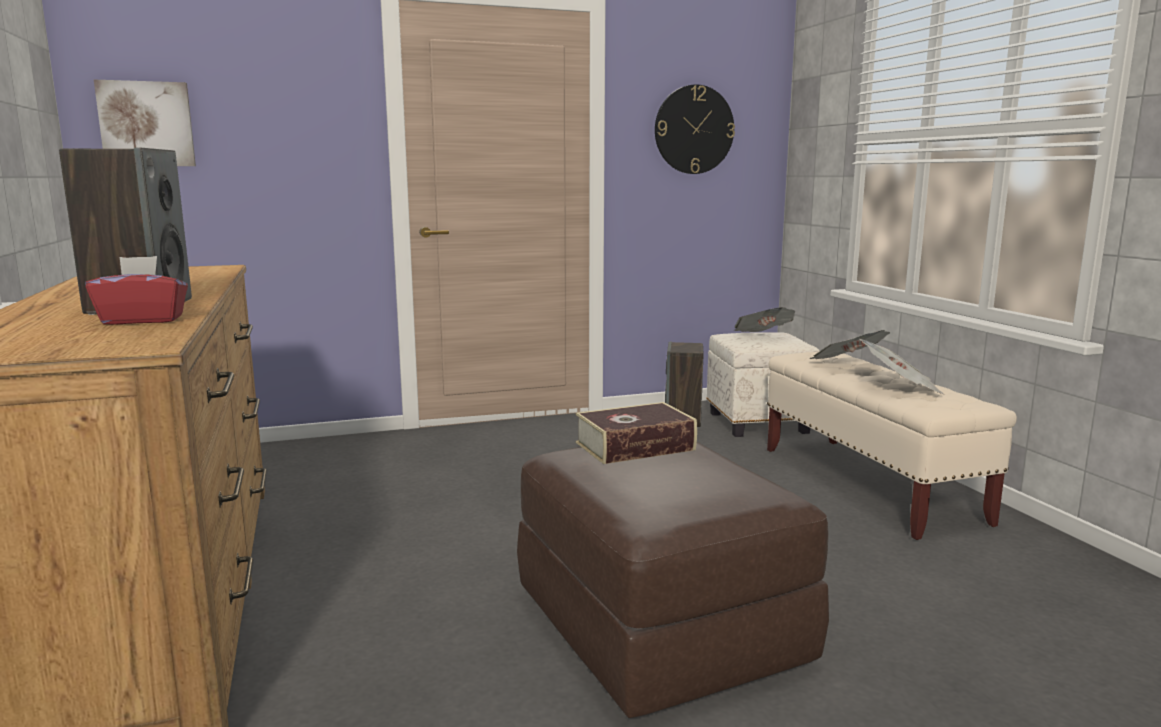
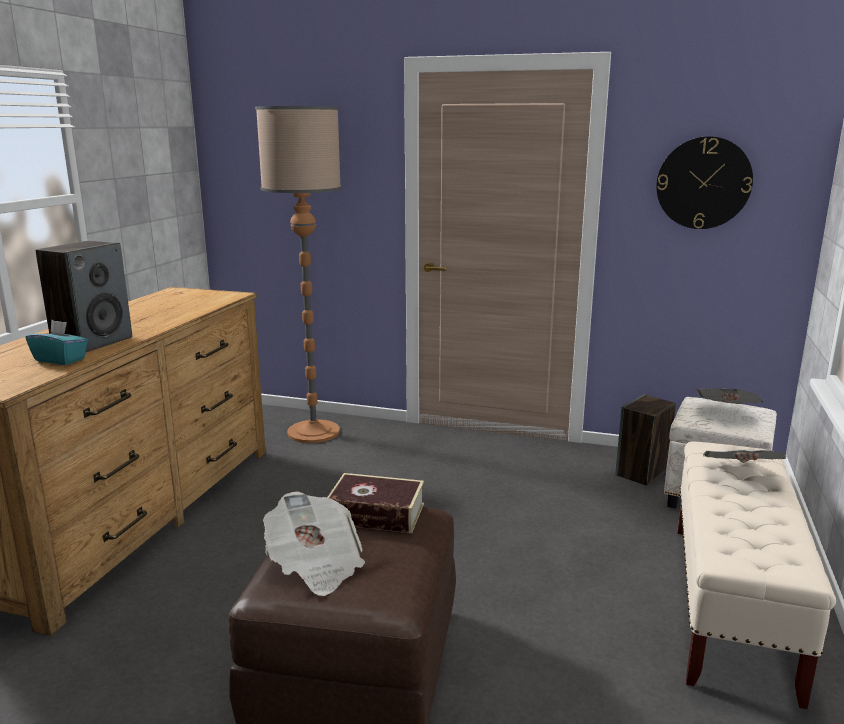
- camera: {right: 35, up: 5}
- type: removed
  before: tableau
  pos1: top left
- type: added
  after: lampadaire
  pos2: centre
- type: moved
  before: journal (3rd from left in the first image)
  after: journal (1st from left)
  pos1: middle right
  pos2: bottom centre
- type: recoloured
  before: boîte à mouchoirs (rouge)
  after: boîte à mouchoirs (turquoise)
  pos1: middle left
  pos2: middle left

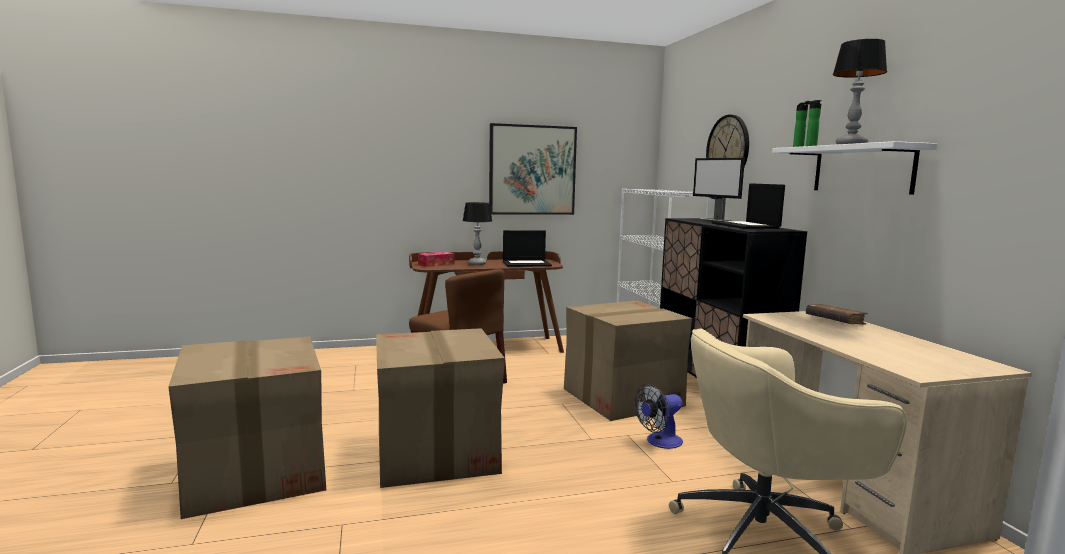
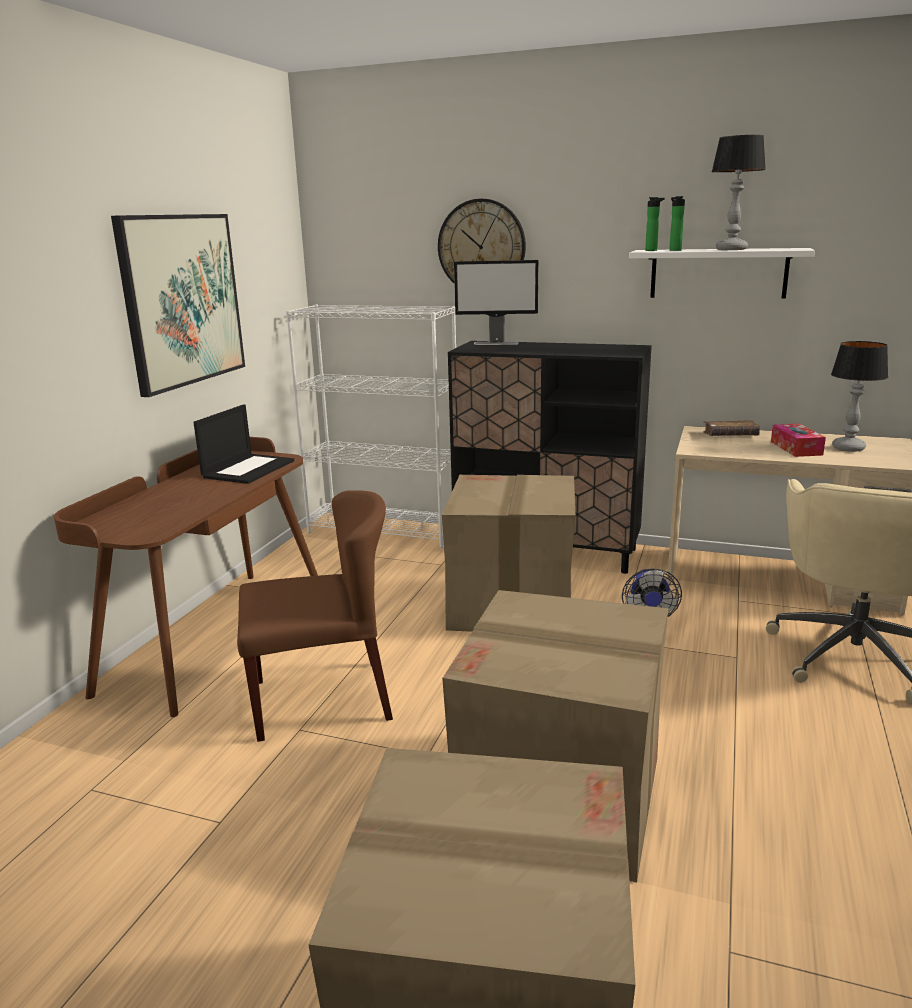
- camera: {right: -55, up: 10}
- type: removed
  before: ordinateur portable (2nd from left)
  pos1: middle right
- type: moved
  before: boîte à mouchoirs
  pos1: centre
  pos2: middle right
- type: moved
  before: lampe de table (1st from left in the first image)
  after: lampe de table (2nd from left)
  pos1: centre
  pos2: middle right

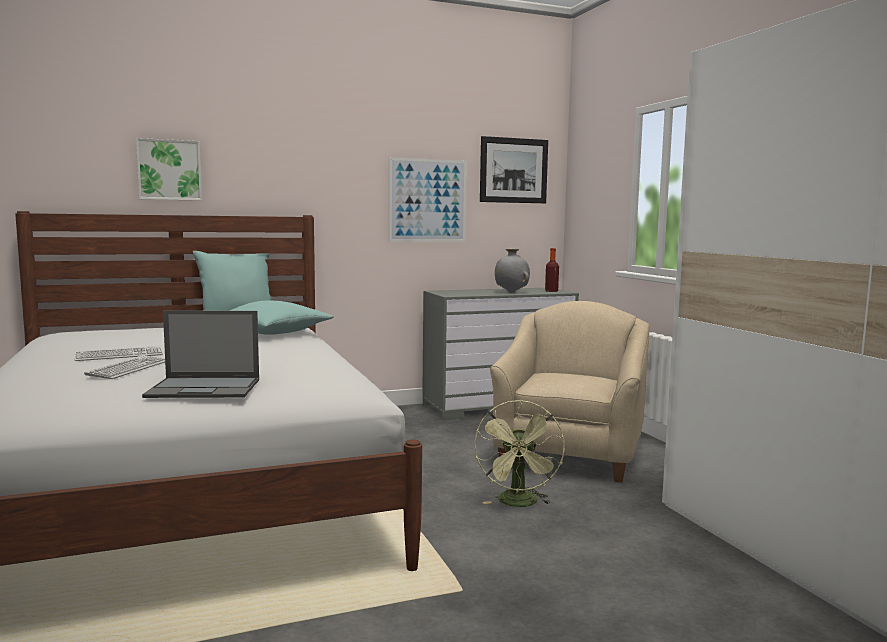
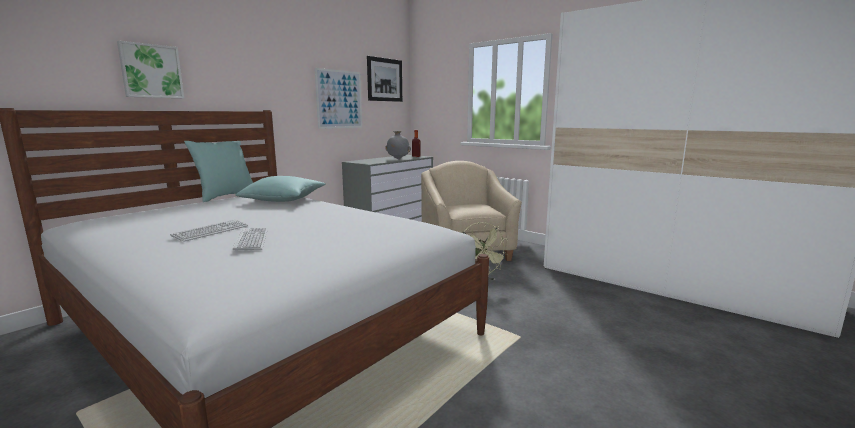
- camera: {right: -30, up: 5}
- type: removed
  before: ordinateur portable
  pos1: middle left

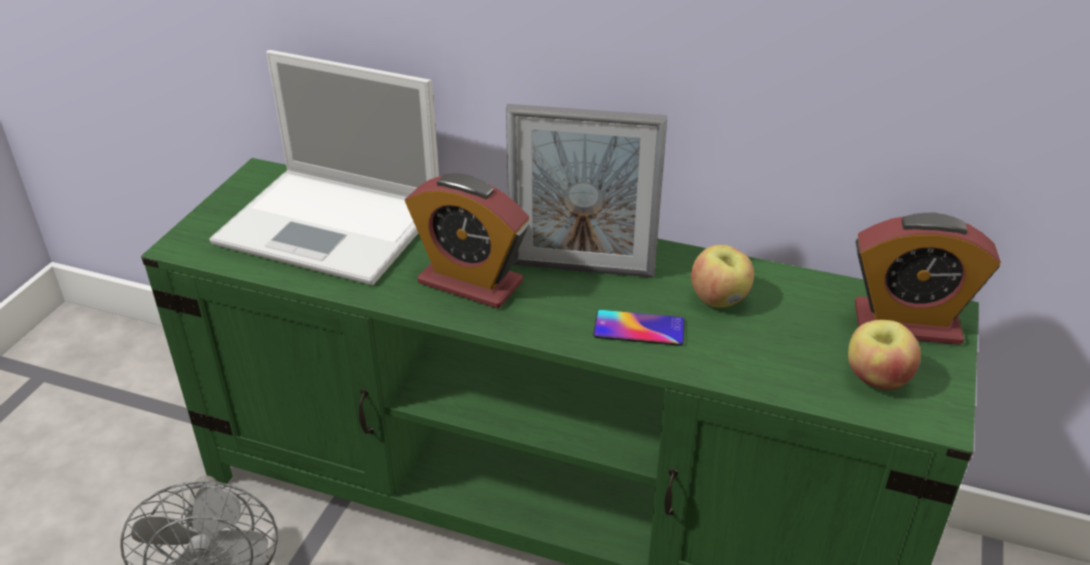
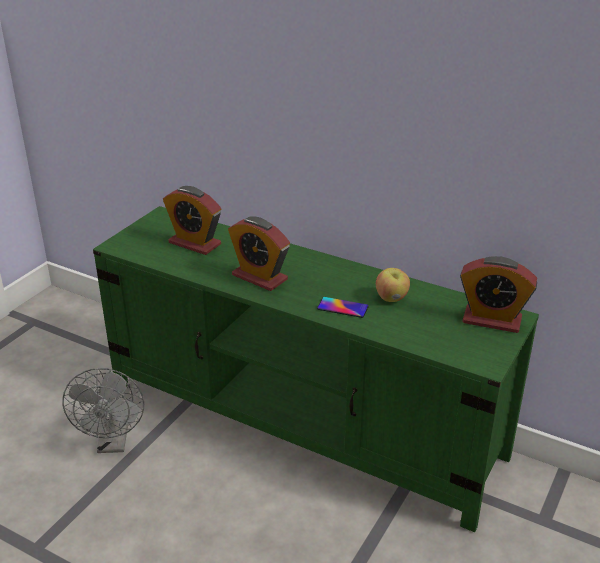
- camera: {right: 10, up: -5}
- type: removed
  before: cadre photo
  pos1: centre
- type: removed
  before: pomme (2nd from left)
  pos1: middle right
- type: replaced
  before: ordinateur portable
  after: réveil (1st from left)
  pos1: top left
  pos2: middle left

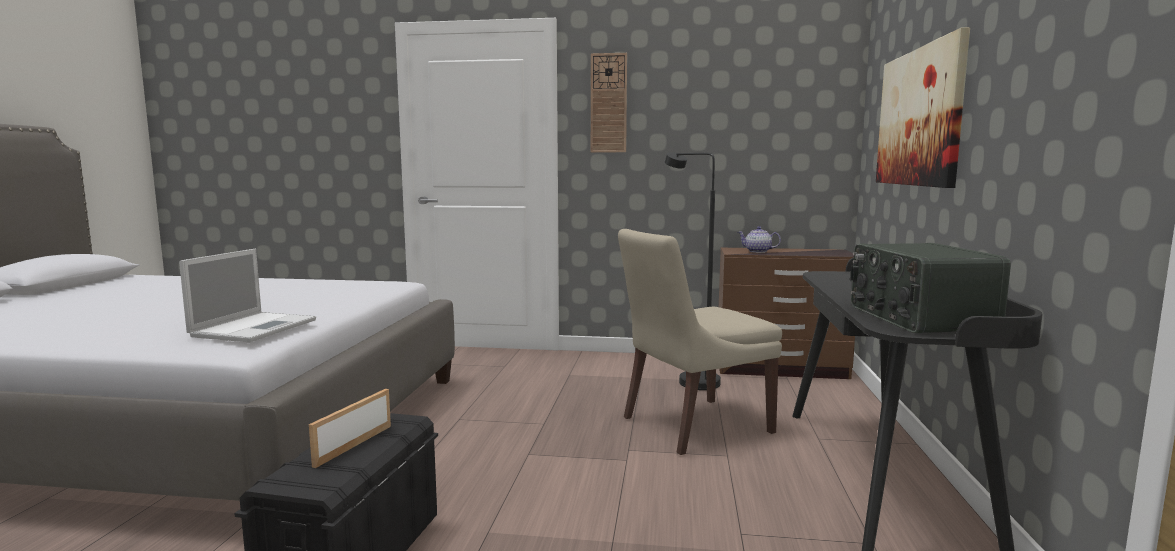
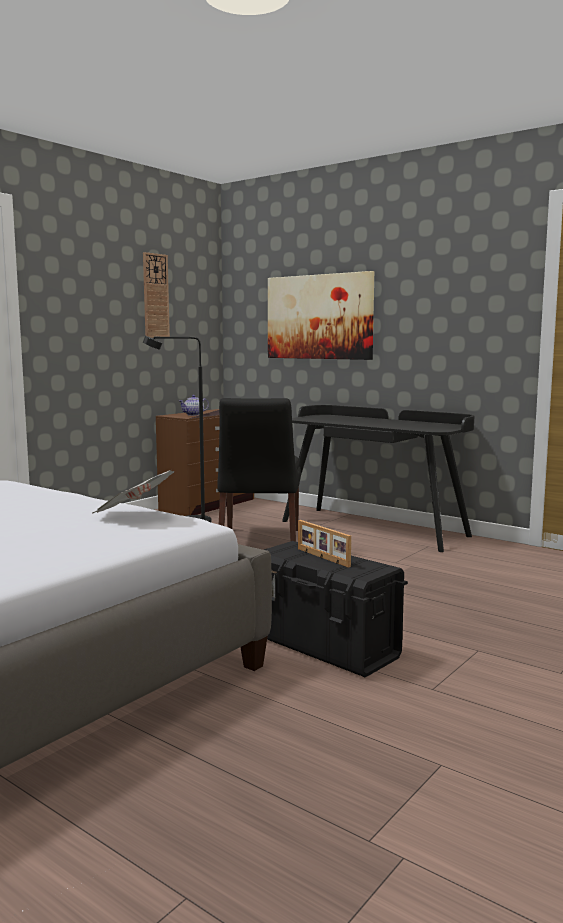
- camera: {right: -60, up: 0}
- type: removed
  before: radio
  pos1: middle right
- type: moved
  before: horloge murale
  pos1: top centre
  pos2: top left
- type: replaced
  before: ordinateur portable
  after: journal
  pos1: middle left
  pos2: middle left
- type: recoloured
  before: chaise (beige)
  after: chaise (noir)
  pos1: centre
  pos2: centre

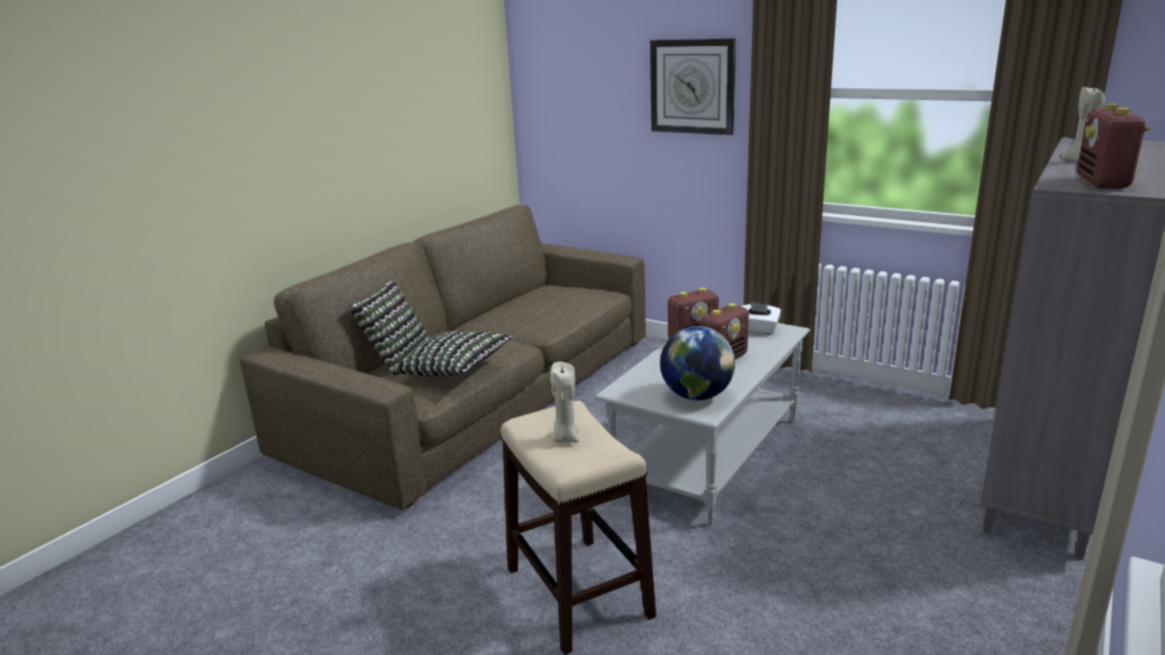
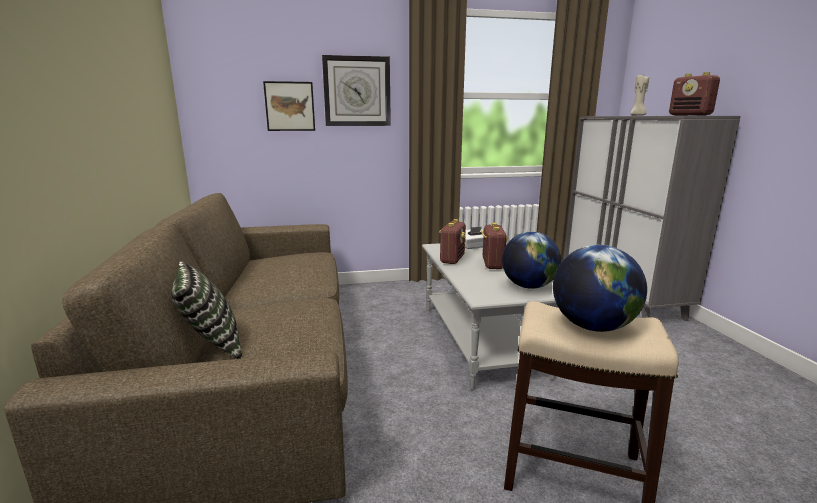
- camera: {right: -45, up: -5}
- type: removed
  before: coussin (2nd from left)
  pos1: centre
- type: added
  after: tableau
  pos2: top centre
- type: replaced
  before: bougie (beige) (1st from left)
  after: globe (2nd from left)
  pos1: centre
  pos2: middle right

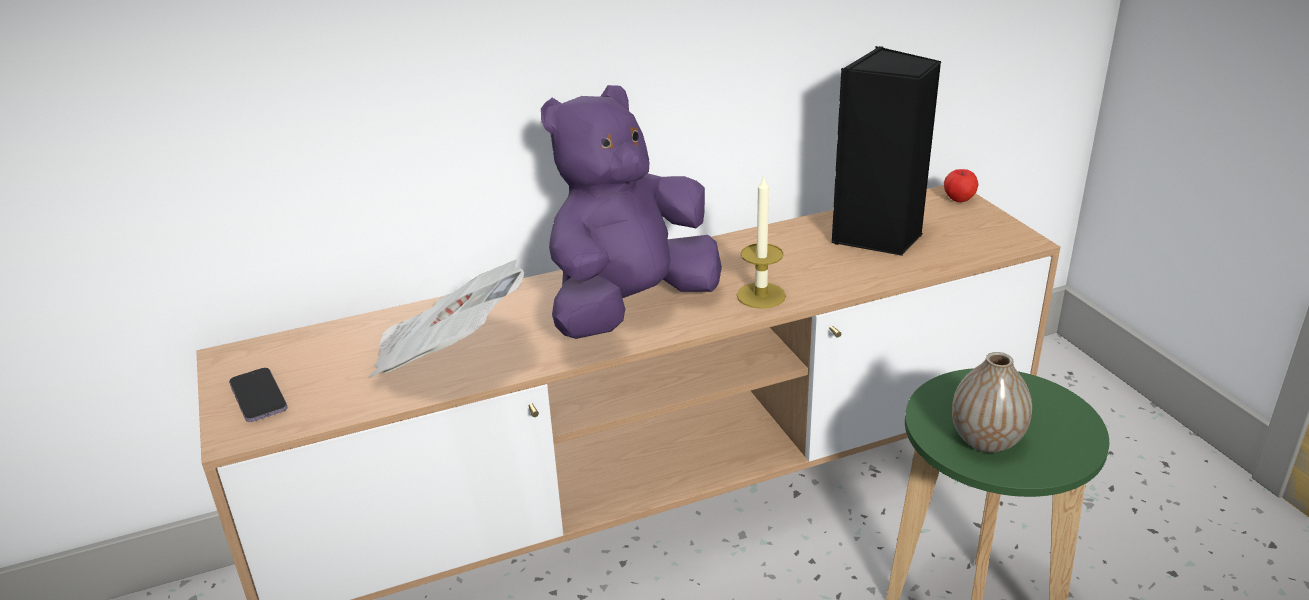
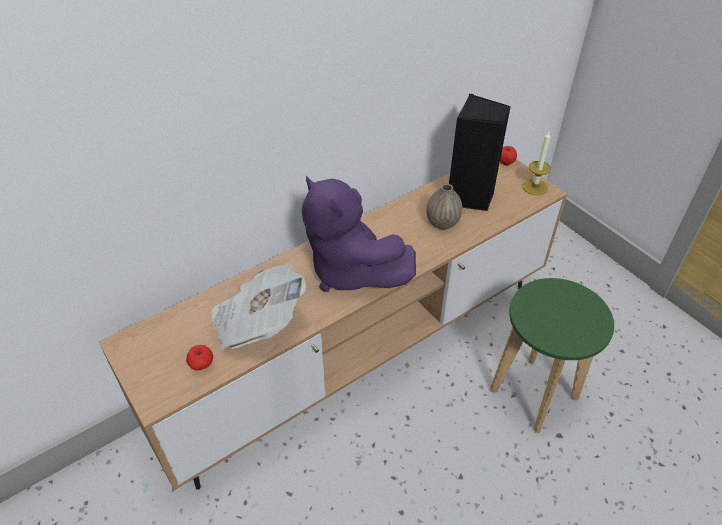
- camera: {right: -15, up: 15}
- type: removed
  before: téléphone
  pos1: middle left
- type: added
  after: pomme (1st from left)
  pos2: bottom left
- type: moved
  before: bougie
  pos1: centre
  pos2: top right
- type: moved
  before: vase
  pos1: bottom right
  pos2: centre
- type: turned
  before: peluche (violet)
  pos1: centre
  pos2: centre
  turn: -75

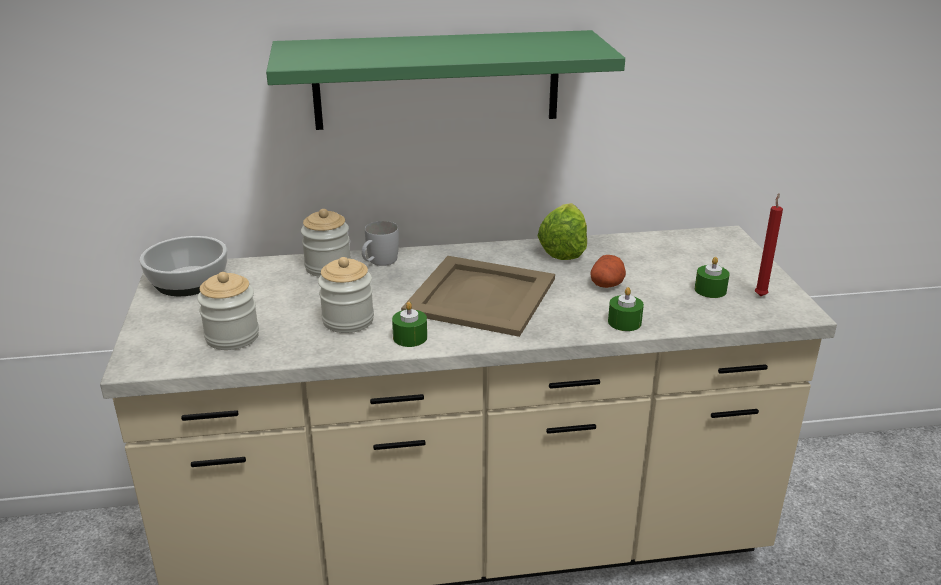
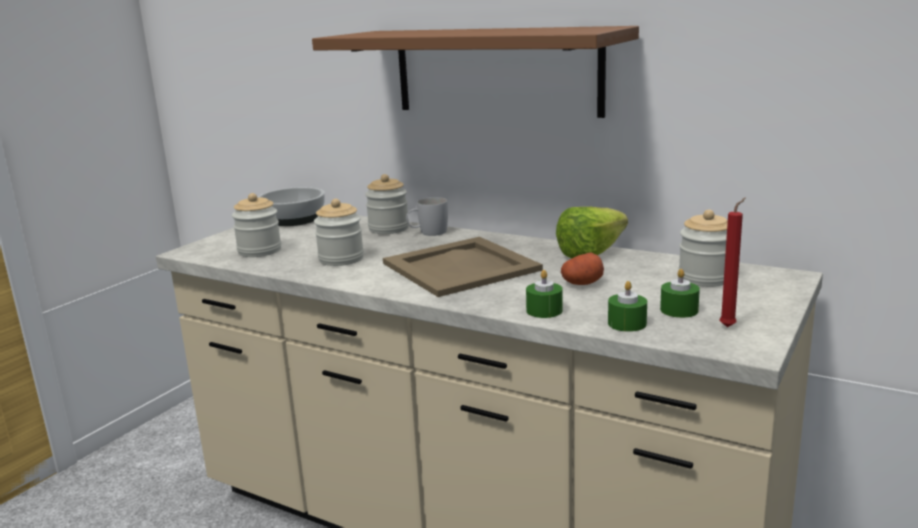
- camera: {right: 40, up: -10}
- type: added
  after: bocal (4th from left)
  pos2: middle right
- type: moved
  before: bougie (vert) (1st from left in the first image)
  after: bougie (vert) (2nd from left)
  pos1: centre
  pos2: middle right
- type: recoloured
  before: étagère (vert)
  after: étagère (marron)
  pos1: top centre
  pos2: top centre

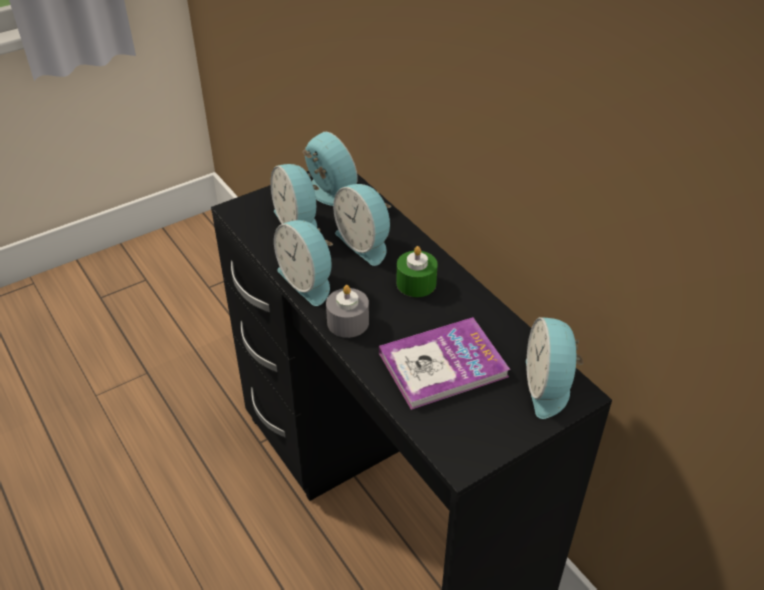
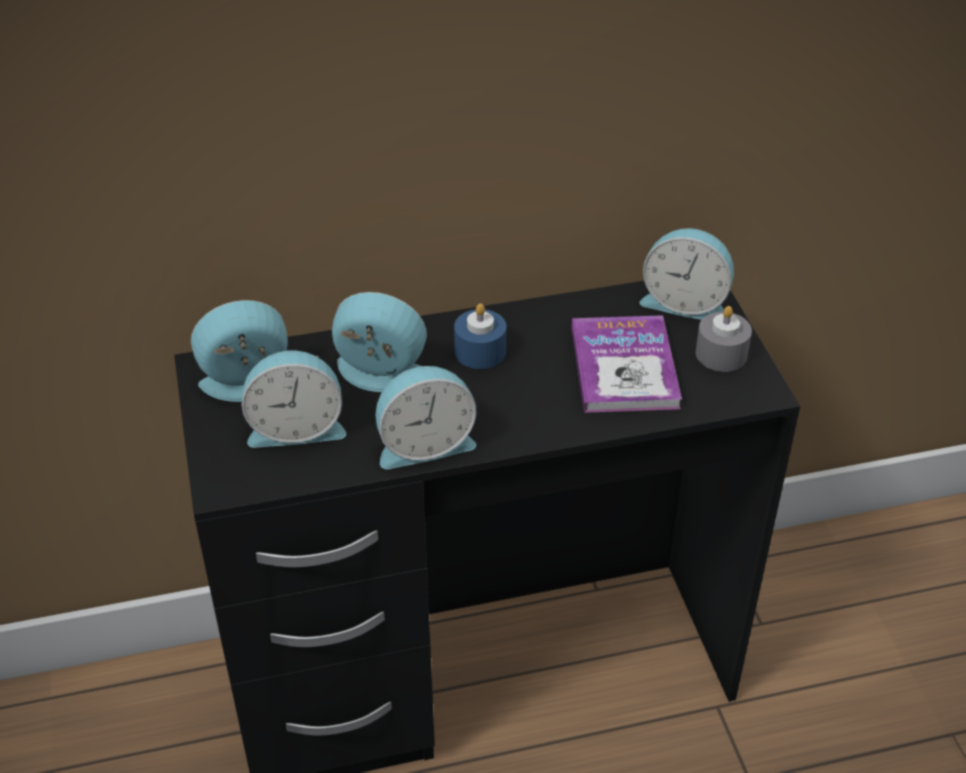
- camera: {right: -70, up: 0}
- type: moved
  before: bougie (gris)
  pos1: centre
  pos2: middle right
- type: recoloured
  before: bougie (vert)
  after: bougie (bleu)
  pos1: centre
  pos2: centre
- type: turned
  before: réveil (4th from left in the first image)
  pos1: centre
  pos2: centre
  turn: -150

